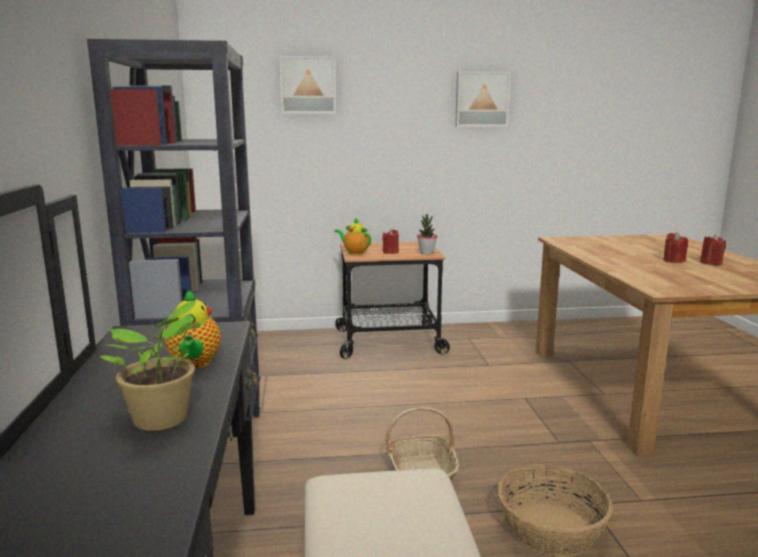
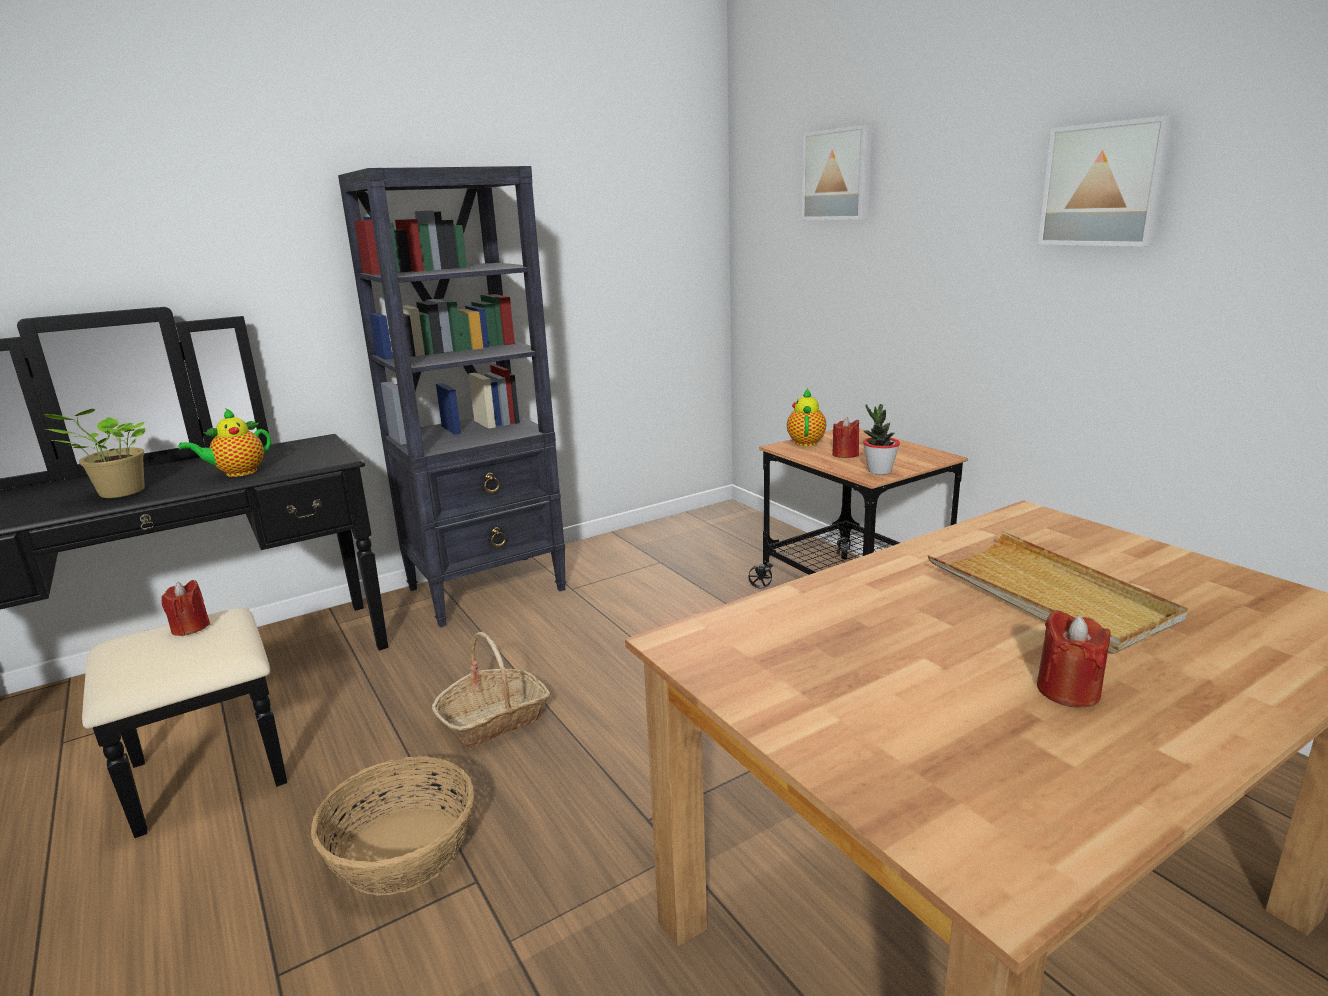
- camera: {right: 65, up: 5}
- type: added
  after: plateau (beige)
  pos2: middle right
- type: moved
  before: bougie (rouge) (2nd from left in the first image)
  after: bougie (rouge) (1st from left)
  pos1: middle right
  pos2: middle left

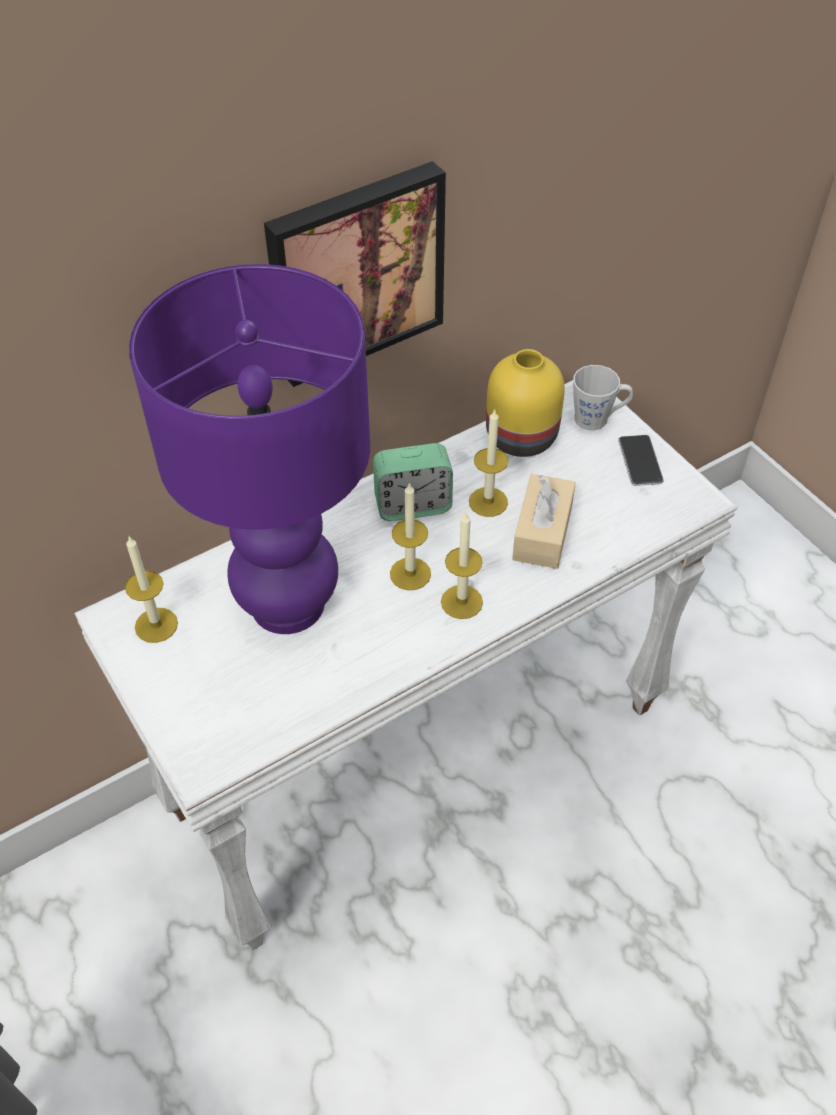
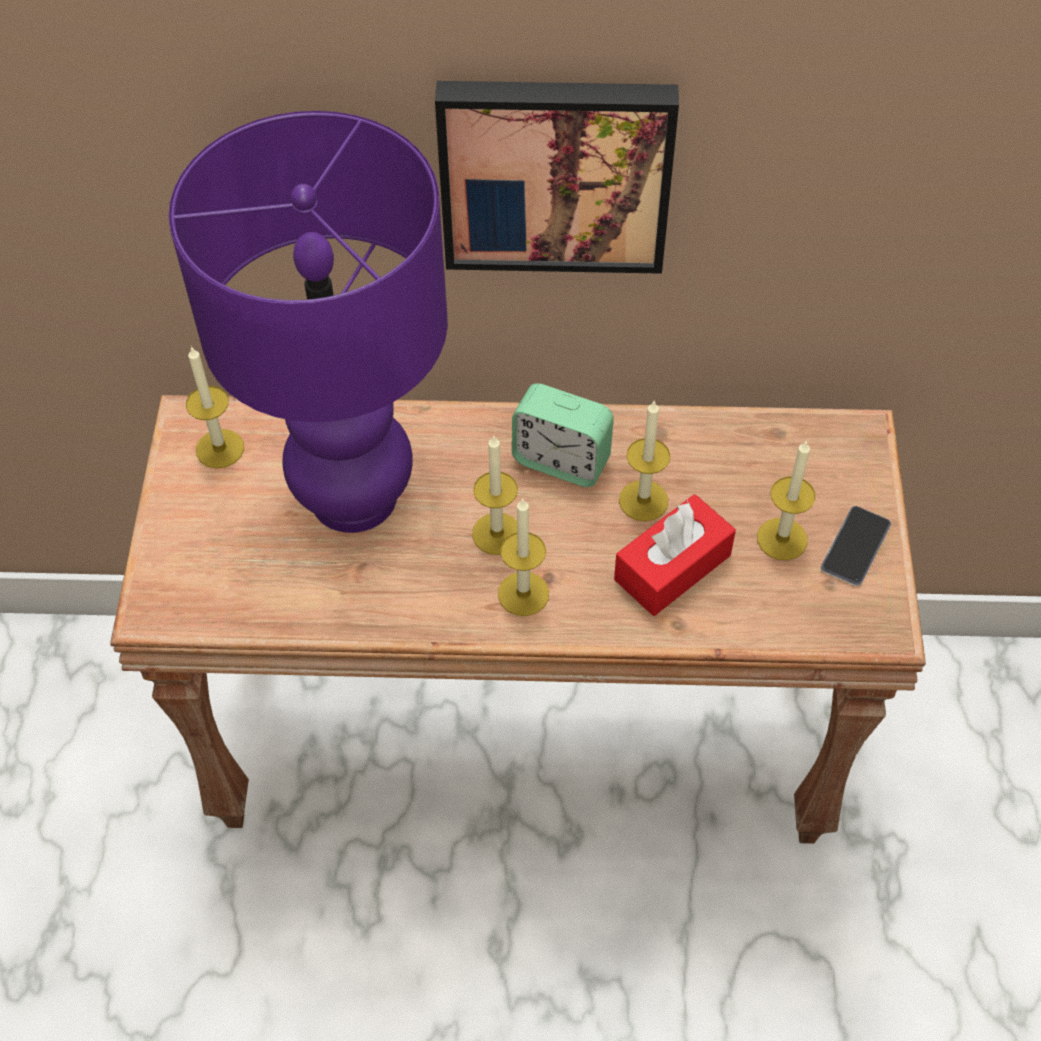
- camera: {right: 35, up: 5}
- type: removed
  before: vase (jaune)
  pos1: centre
- type: removed
  before: mug (gris)
  pos1: middle right
- type: added
  after: bougie (5th from left)
  pos2: middle right
- type: recoloured
  before: table console (blanc)
  after: table console (marron)
  pos1: centre
  pos2: centre
- type: recoloured
  before: boîte à mouchoirs (beige)
  after: boîte à mouchoirs (rouge)
  pos1: centre
  pos2: centre

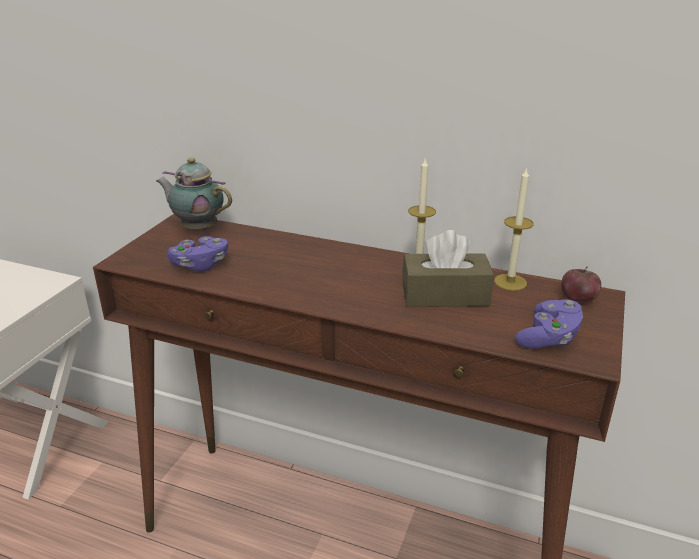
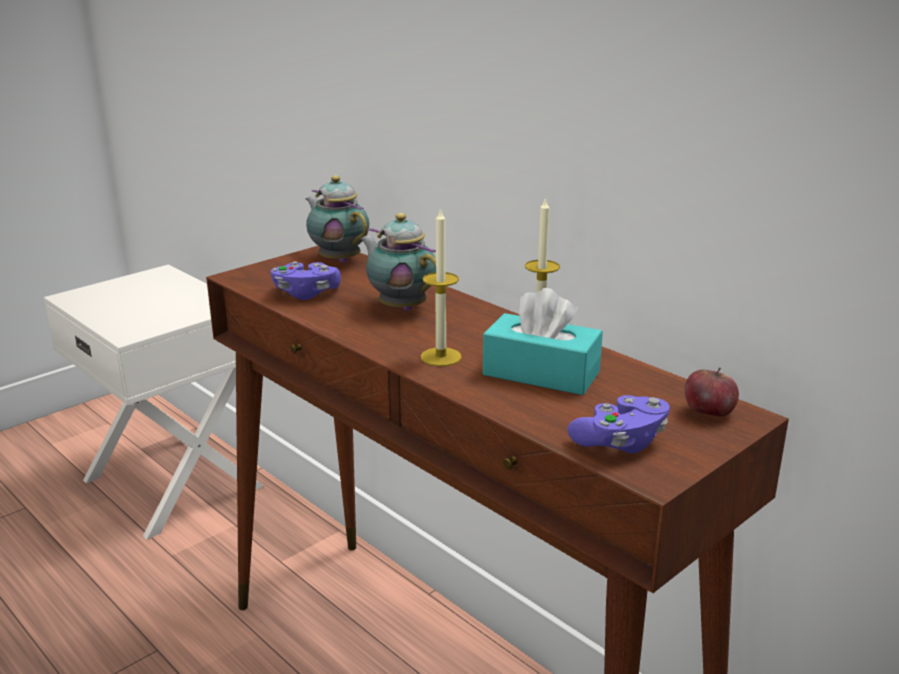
- camera: {right: 25, up: -5}
- type: added
  after: théière (2nd from left)
  pos2: centre
- type: moved
  before: bougie (2nd from left in the first image)
  after: bougie (1st from left)
  pos1: middle right
  pos2: centre
- type: recoloured
  before: boîte à mouchoirs (marron)
  after: boîte à mouchoirs (turquoise)
  pos1: centre
  pos2: centre

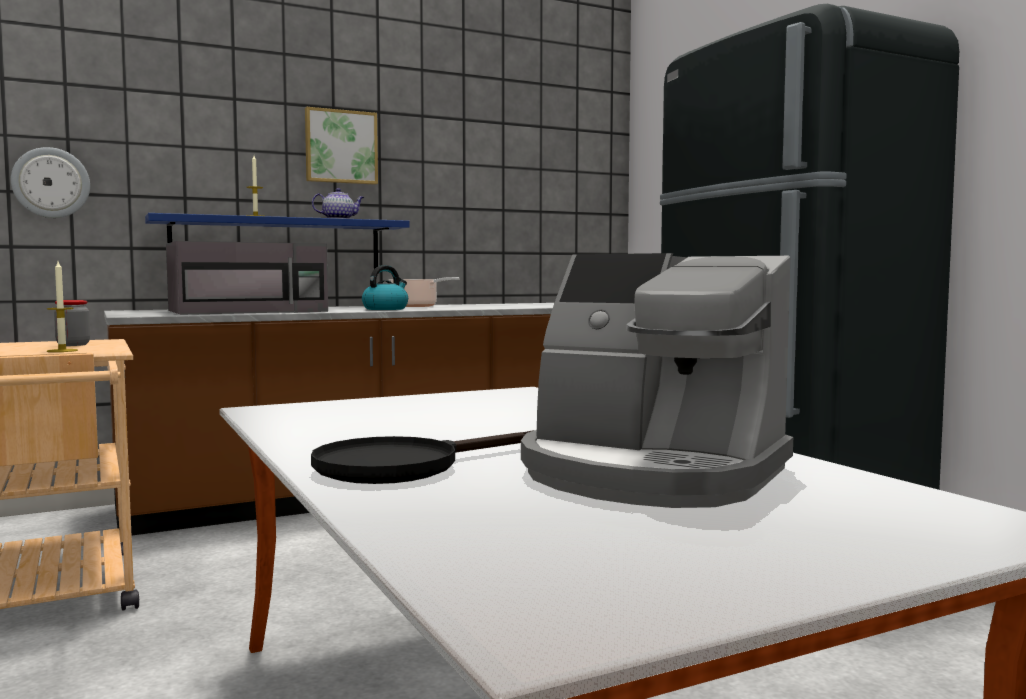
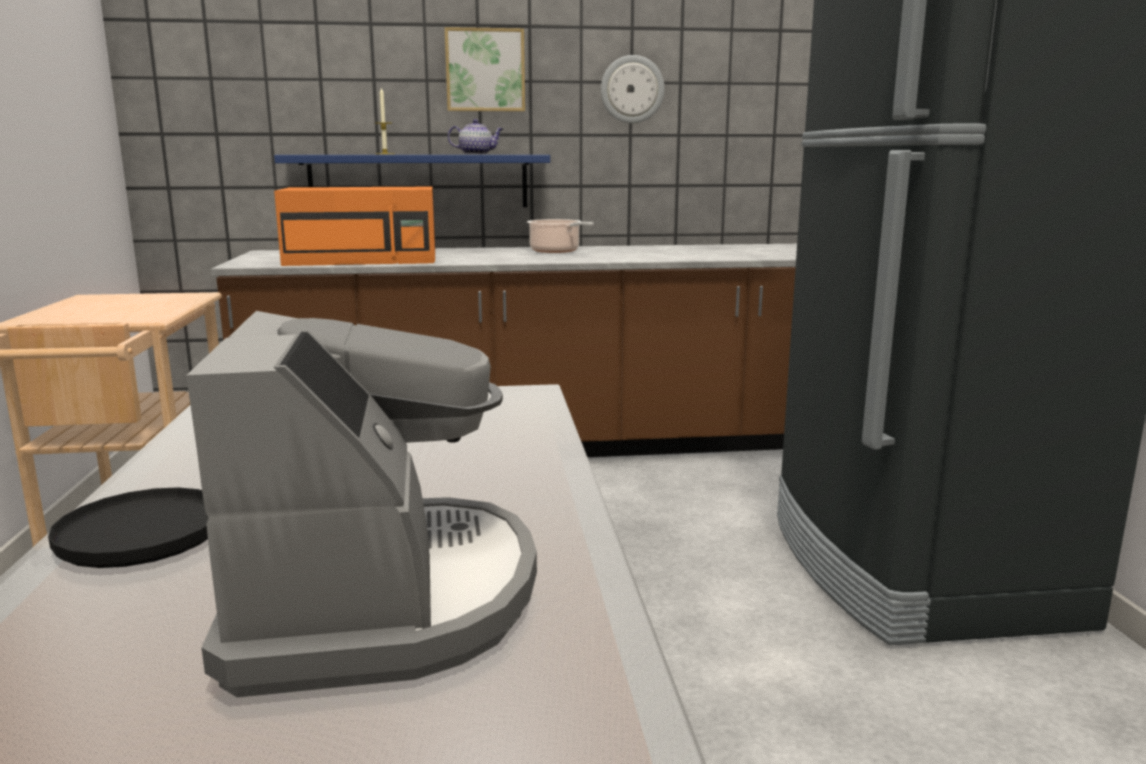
- camera: {right: 20, up: 10}
- type: removed
  before: bougie (1st from left)
  pos1: middle left
- type: removed
  before: bocal
  pos1: middle left
- type: removed
  before: bouilloire
  pos1: centre
- type: moved
  before: horloge murale
  pos1: top left
  pos2: top centre
- type: recoloured
  before: micro-ondes (gris)
  after: micro-ondes (orange)
  pos1: middle left
  pos2: top left
- type: turned
  before: machine à café
  pos1: centre
  pos2: middle left
  turn: -150

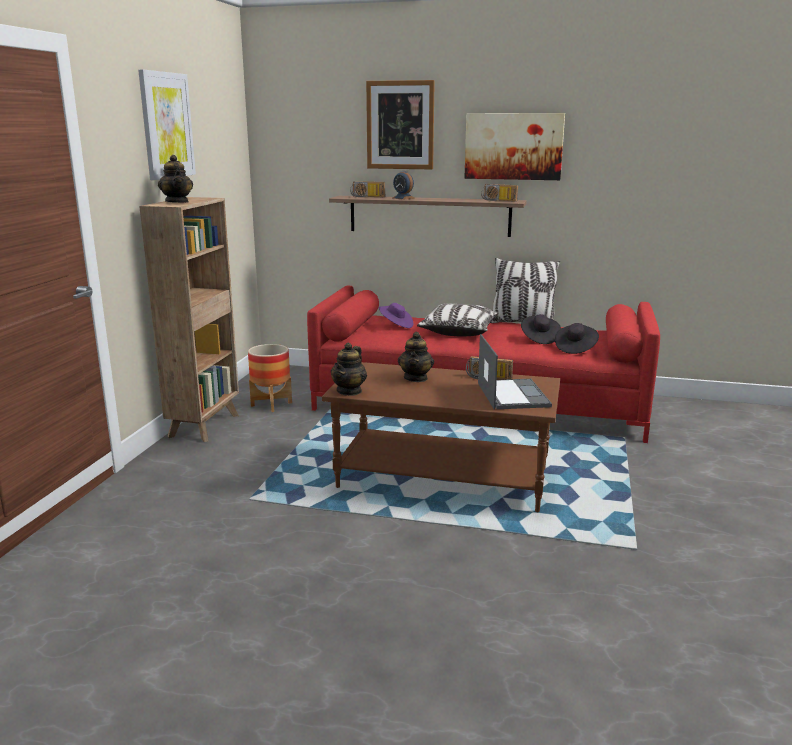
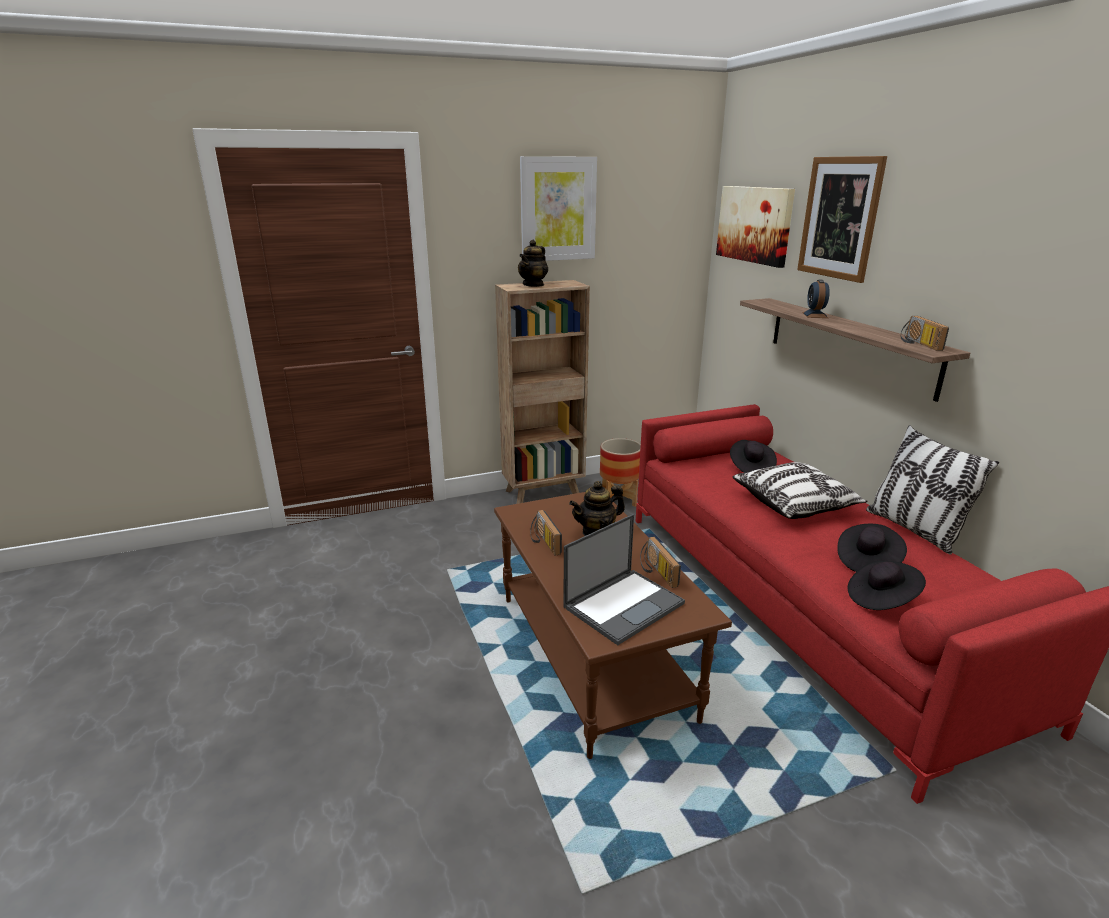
- camera: {right: 55, up: 5}
- type: removed
  before: théière (2nd from left)
  pos1: centre
- type: moved
  before: radio (1st from left)
  pos1: top centre
  pos2: centre
- type: moved
  before: tableau (3rd from left in the first image)
  after: tableau (2nd from left)
  pos1: top centre
  pos2: top right
- type: recoloured
  before: chapeau (violet)
  after: chapeau (noir) (1st from left)
  pos1: centre
  pos2: middle right

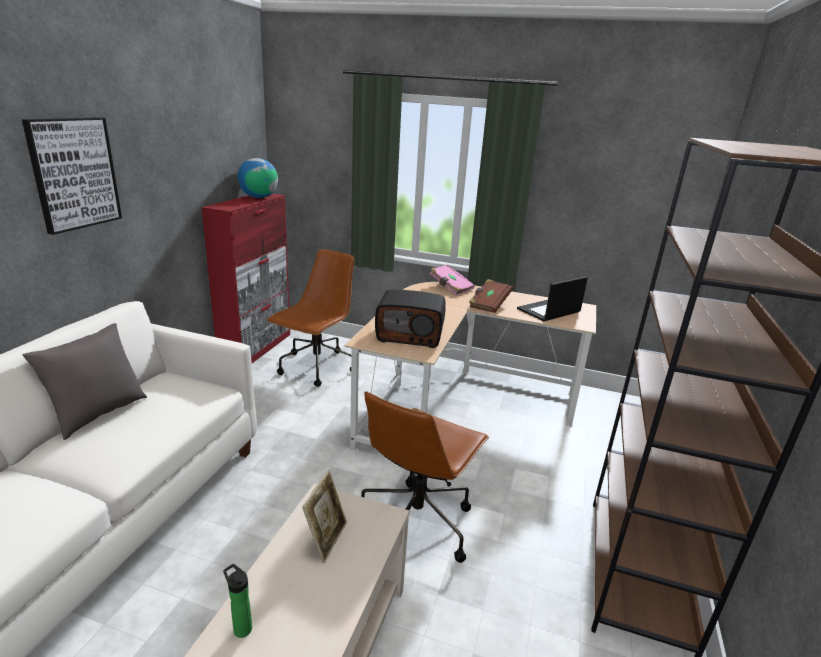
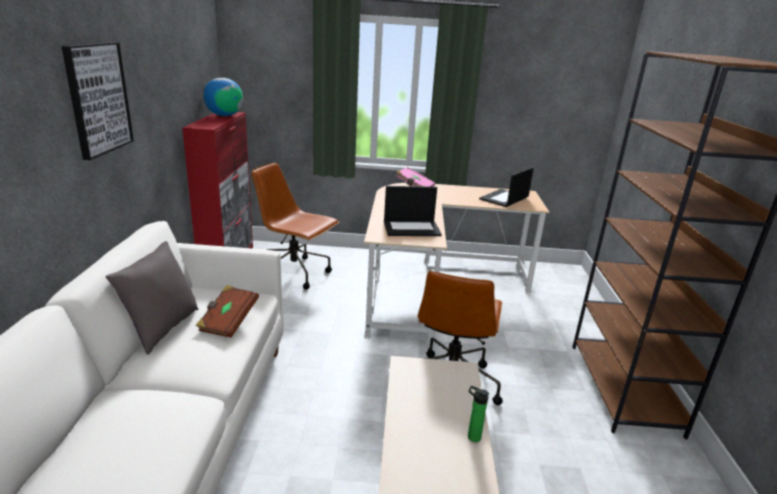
- camera: {right: -15, up: 0}
- type: removed
  before: cadre photo
  pos1: bottom centre
- type: moved
  before: bouteille
  pos1: bottom left
  pos2: bottom centre
- type: moved
  before: livre (marron)
  pos1: centre
  pos2: middle left
- type: replaced
  before: radio
  after: ordinateur portable (1st from left)
  pos1: centre
  pos2: centre
- type: turned
  before: chaise de bureau (marron) (1st from left)
  pos1: centre
  pos2: centre
  turn: -75

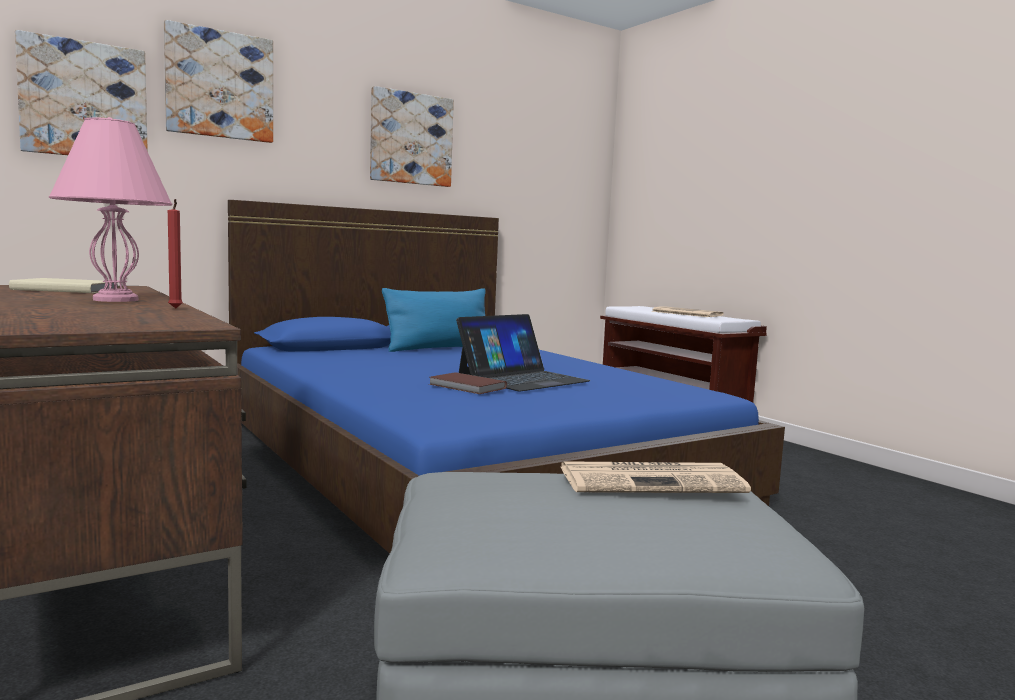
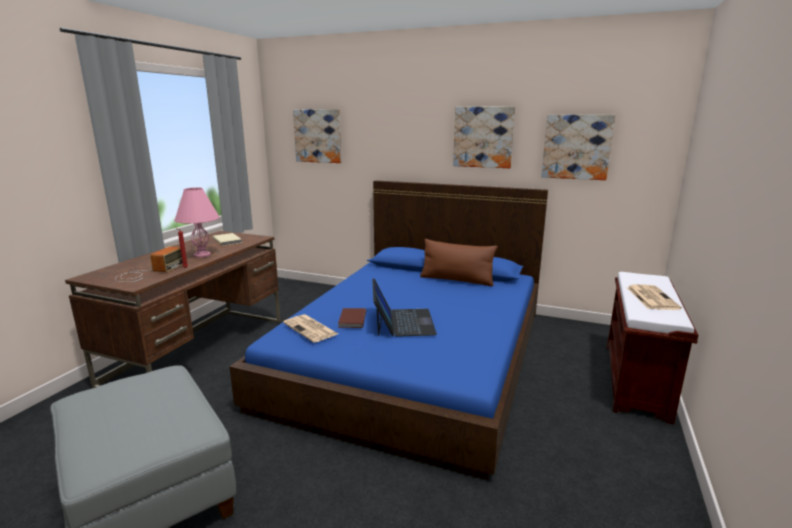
- camera: {right: 55, up: 10}
- type: added
  after: radio
  pos2: middle left
- type: moved
  before: tableau (2nd from left in the first image)
  after: tableau (3rd from left)
  pos1: top left
  pos2: top right
- type: moved
  before: journal (1st from left)
  pos1: bottom centre
  pos2: centre
- type: recoloured
  before: coussin (bleu)
  after: coussin (marron)
  pos1: centre
  pos2: centre
- type: turned
  before: ordinateur portable
  pos1: centre
  pos2: centre
  turn: -105

